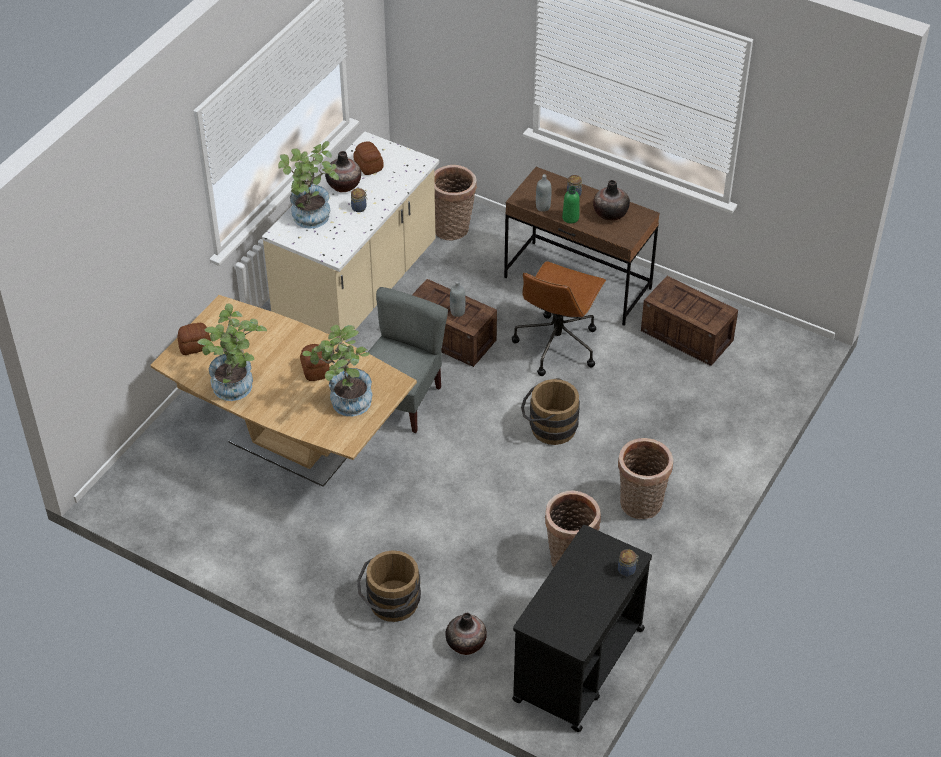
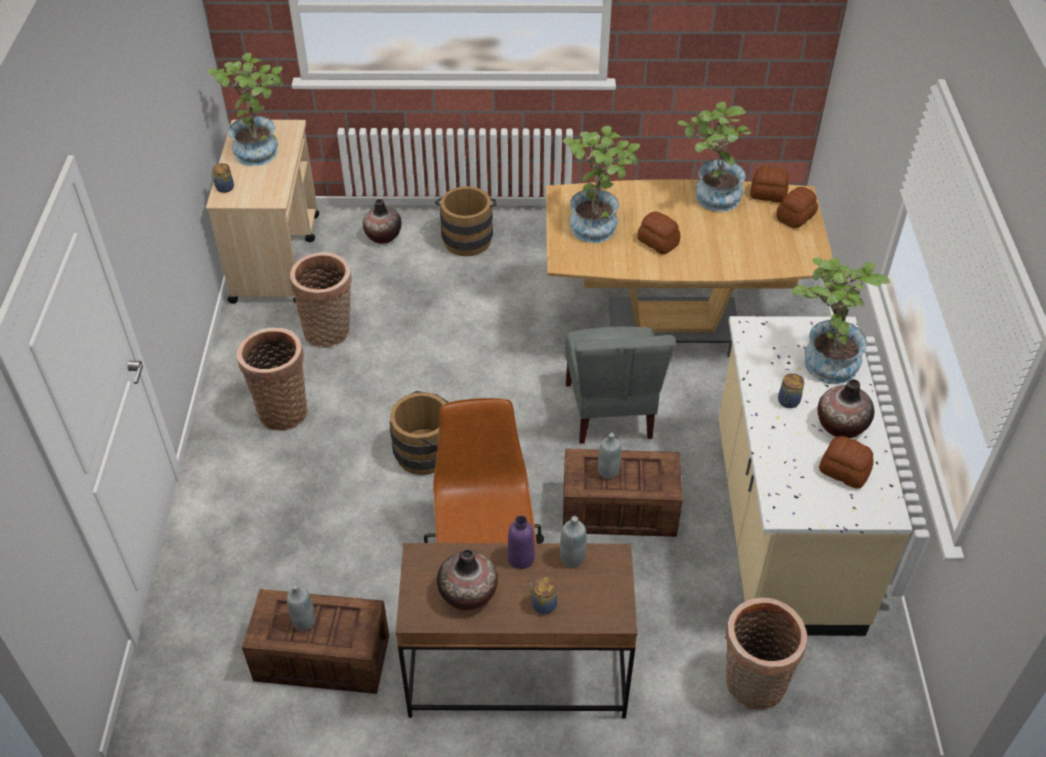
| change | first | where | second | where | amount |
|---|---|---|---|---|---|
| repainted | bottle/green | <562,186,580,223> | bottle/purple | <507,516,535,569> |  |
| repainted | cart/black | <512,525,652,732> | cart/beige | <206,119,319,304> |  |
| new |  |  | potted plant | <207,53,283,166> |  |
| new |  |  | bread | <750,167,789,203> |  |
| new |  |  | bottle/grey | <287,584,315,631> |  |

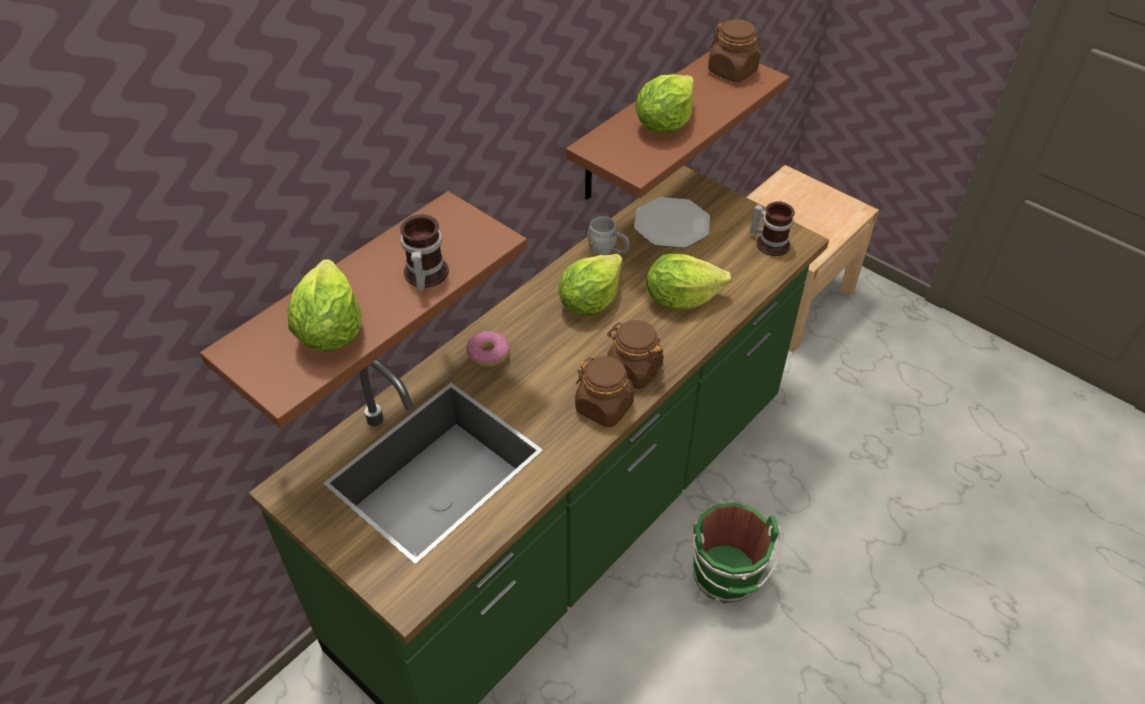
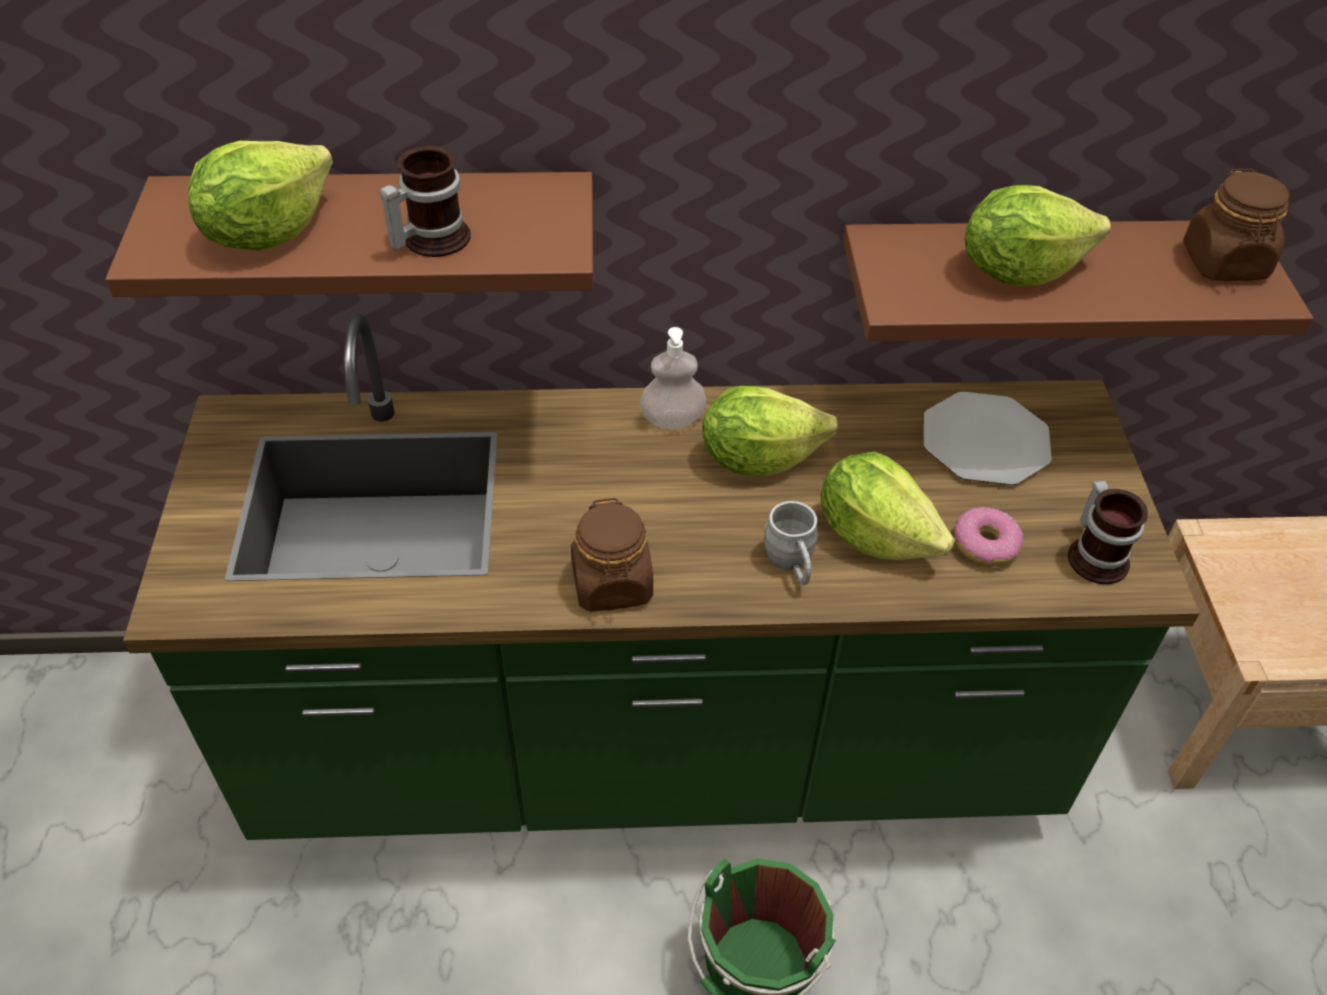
| change | first | where | second | where | amount |
|---|---|---|---|---|---|
| shifted | mug/grey | <588,216,629,255> |  | <764,501,818,585> |  |
| gone | jar/brown | <607,320,664,389> |  |  |  |
| shifted | donut | <466,331,510,367> |  | <954,507,1024,567> |  |
| new |  |  | soap dispenser | <640,327,706,429> |  |

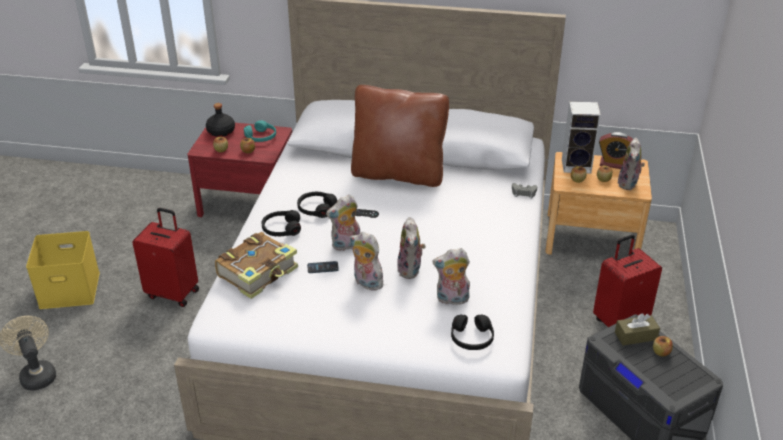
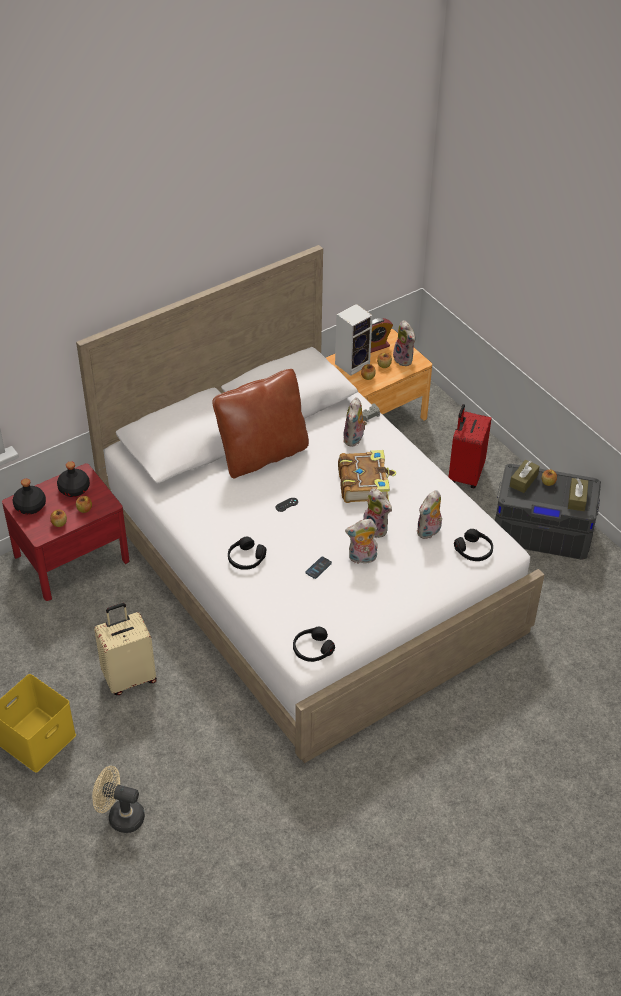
| change | first | where | second | where | amount |
|---|---|---|---|---|---|
| swapped | headphones/turquoise | <244,121,276,142> | bottle/black | <57,461,90,497> |  |
| shifted | headphones/black | <297,192,337,218> |  | <293,627,335,662> |  |
| shifted | plush toy | <326,194,360,251> |  | <343,398,367,447> |  |
| repainted | suitcase/red | <132,208,199,307> | suitcase/beige | <94,603,157,695> |  |
| shifted | book | <215,232,298,299> |  | <338,450,397,503> |  |
| new |  |  | tissue box/brown | <568,478,588,511> |  |

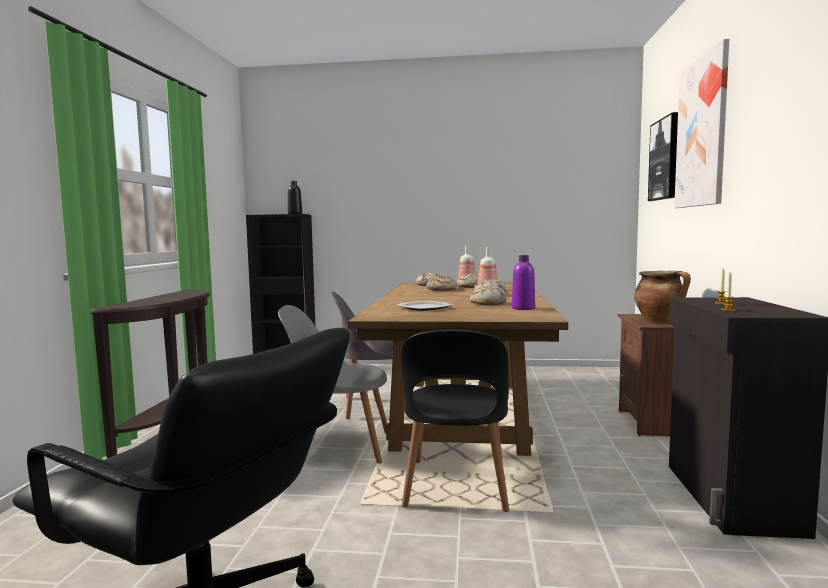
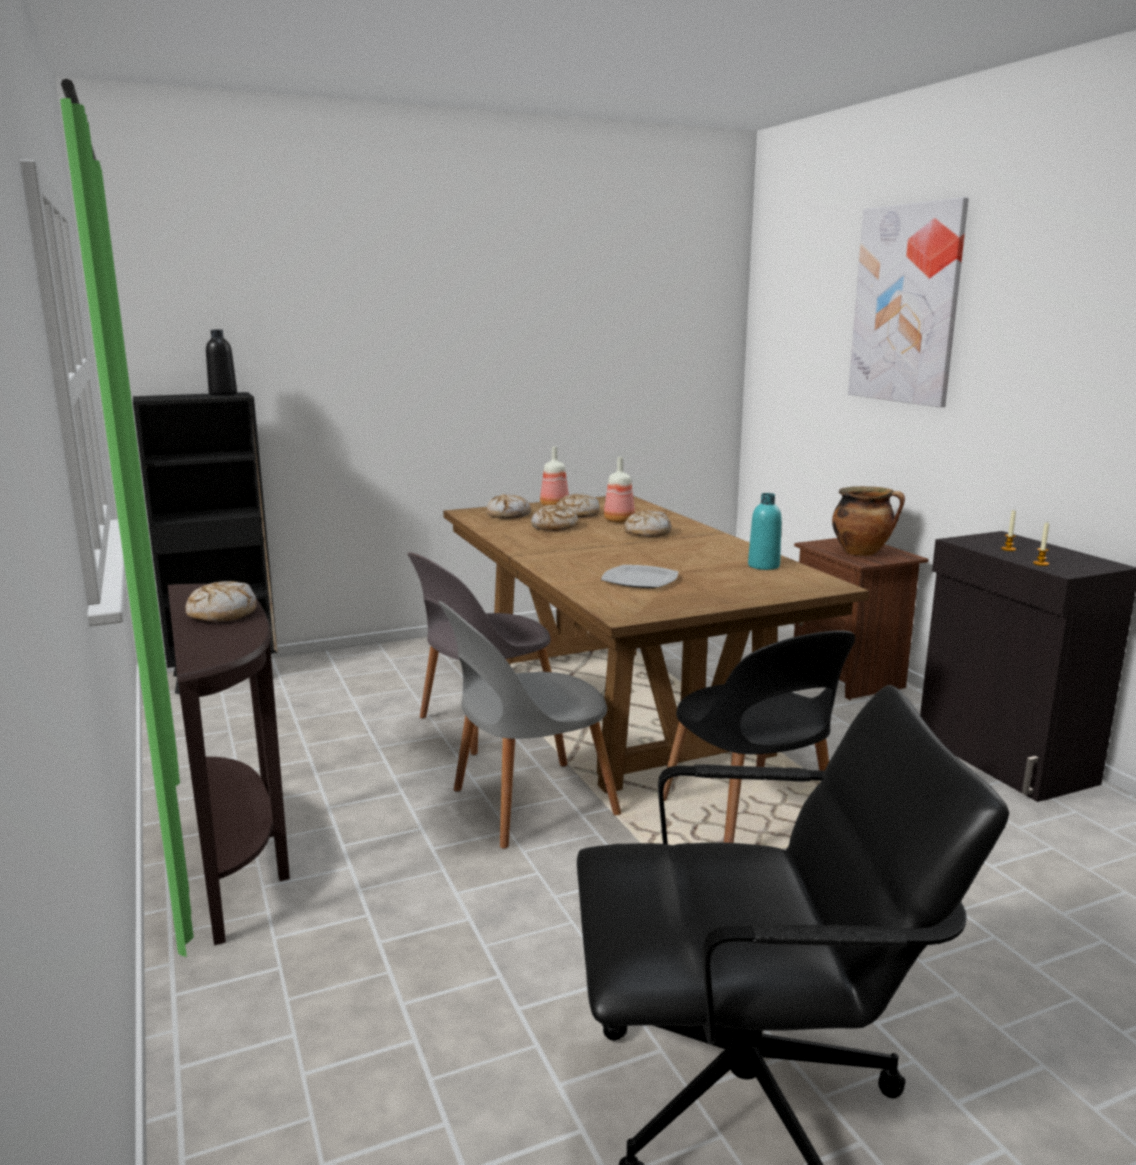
| change | first | where | second | where | amount |
|---|---|---|---|---|---|
| gone | picture | <648,112,678,201> |  |  |  |
| repainted | bottle/purple | <512,255,535,310> | bottle/turquoise | <748,493,782,570> |  |
| shifted | bread | <470,286,507,305> |  | <185,581,257,622> |  |

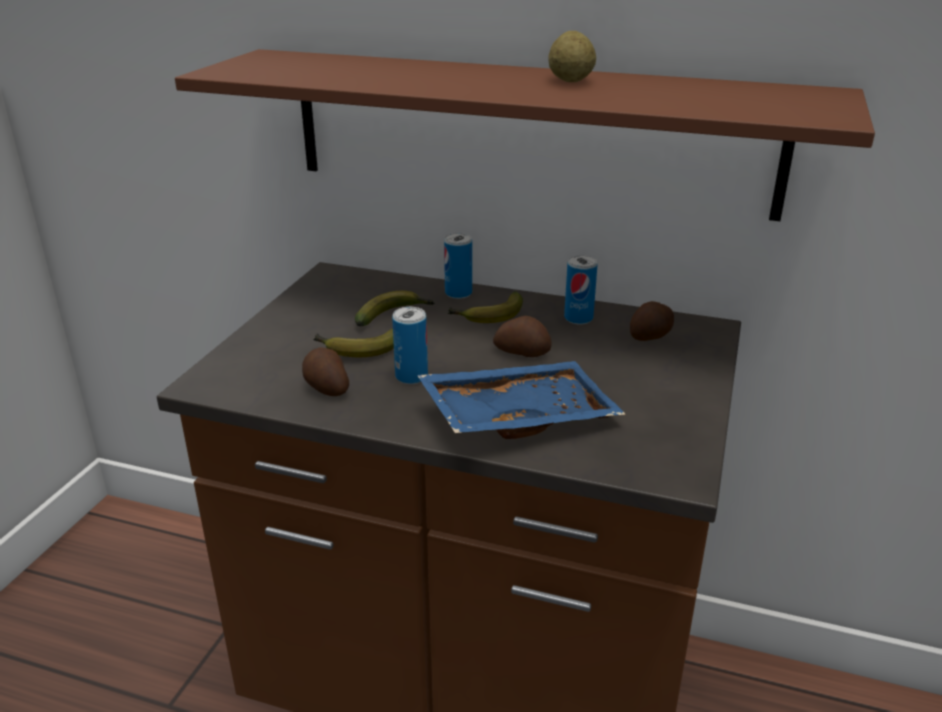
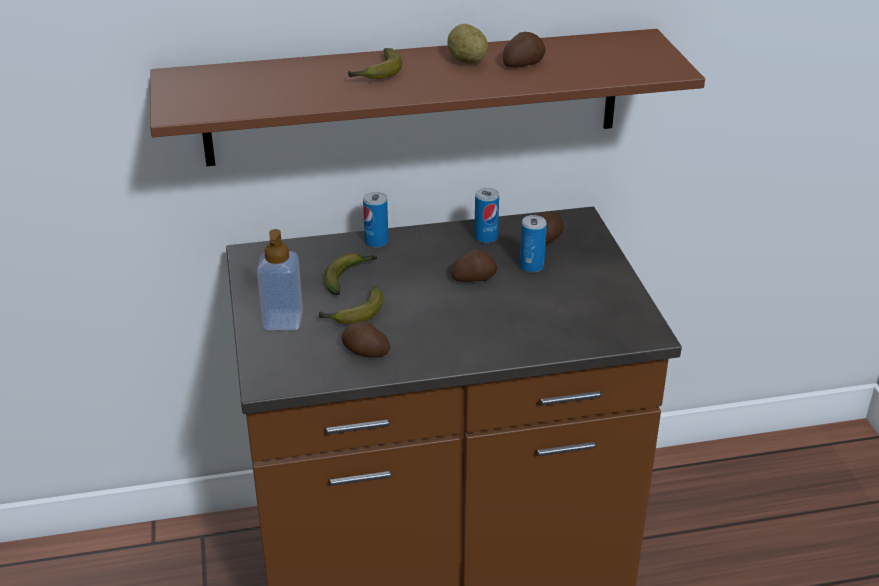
| change | first | where | second | where | amount |
|---|---|---|---|---|---|
| shifted | banana | <448,291,523,323> |  | <348,48,402,79> |  |
| shifted | can | <392,307,428,384> |  | <520,215,547,273> |  |
| gone | tray/blue | <417,361,625,439> |  |  |  |
| new |  |  | potato | <503,32,546,68> |  |
| new |  |  | soap dispenser | <257,229,303,330> |  |

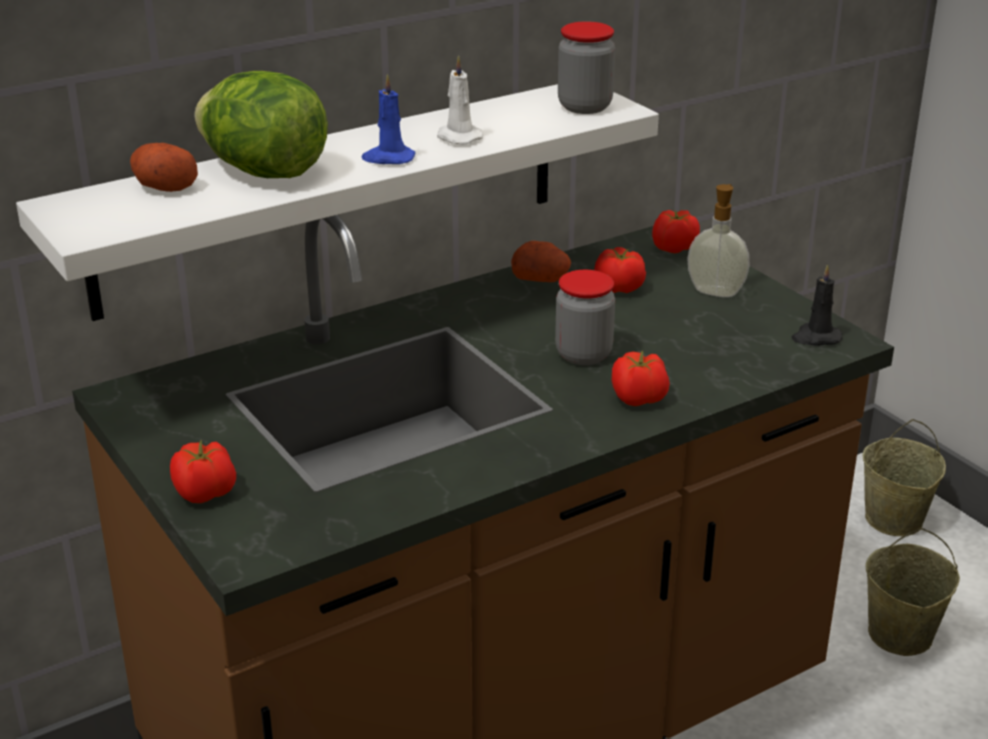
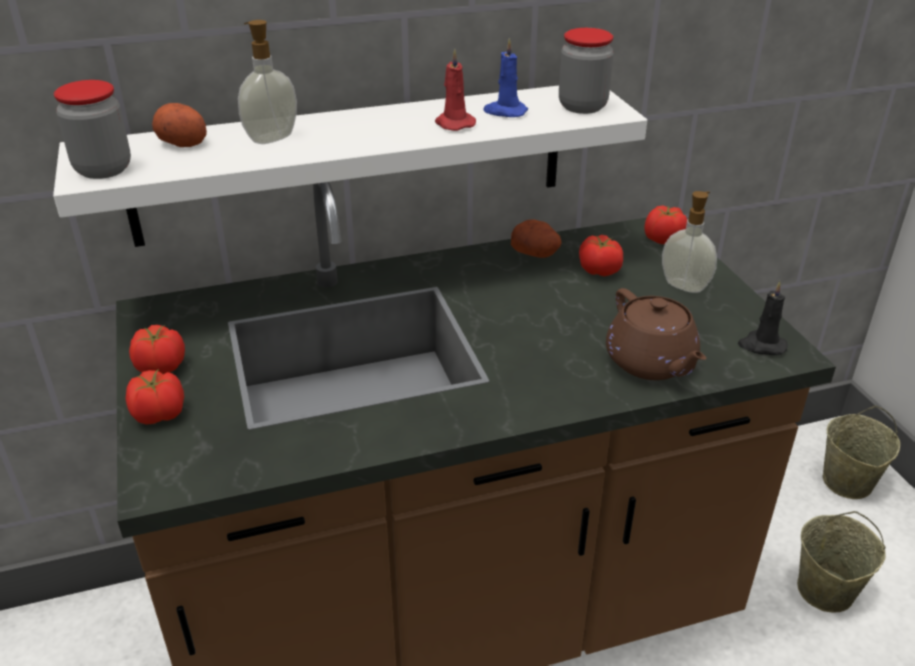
| change | first | where | second | where | amount |
|---|---|---|---|---|---|
| repainted | candle/white | <437,55,484,145> | candle/red | <435,49,476,131> |  |
| swapped | lettuce | <195,71,328,178> | soap dispenser | <238,20,297,144> |  |
| shifted | candle/blue | <362,74,415,164> |  | <484,38,528,117> |  |
| shifted | jar | <555,270,615,365> |  | <54,80,131,179> |  |
| shifted | tomato | <612,350,670,406> |  | <129,325,185,374> |  |
| new |  |  | teapot/brown | <606,288,706,380> |  |

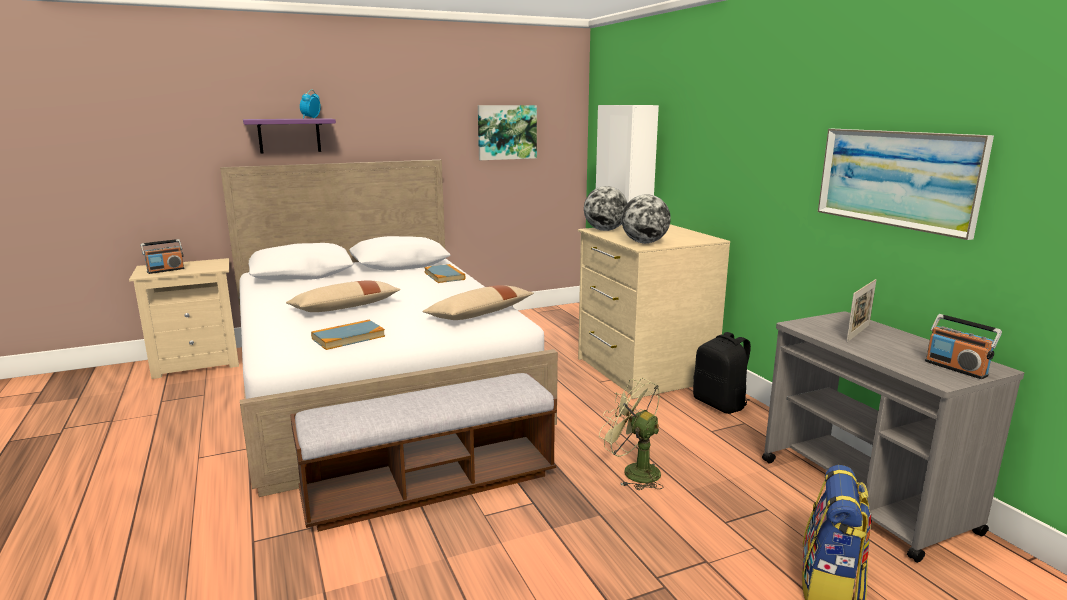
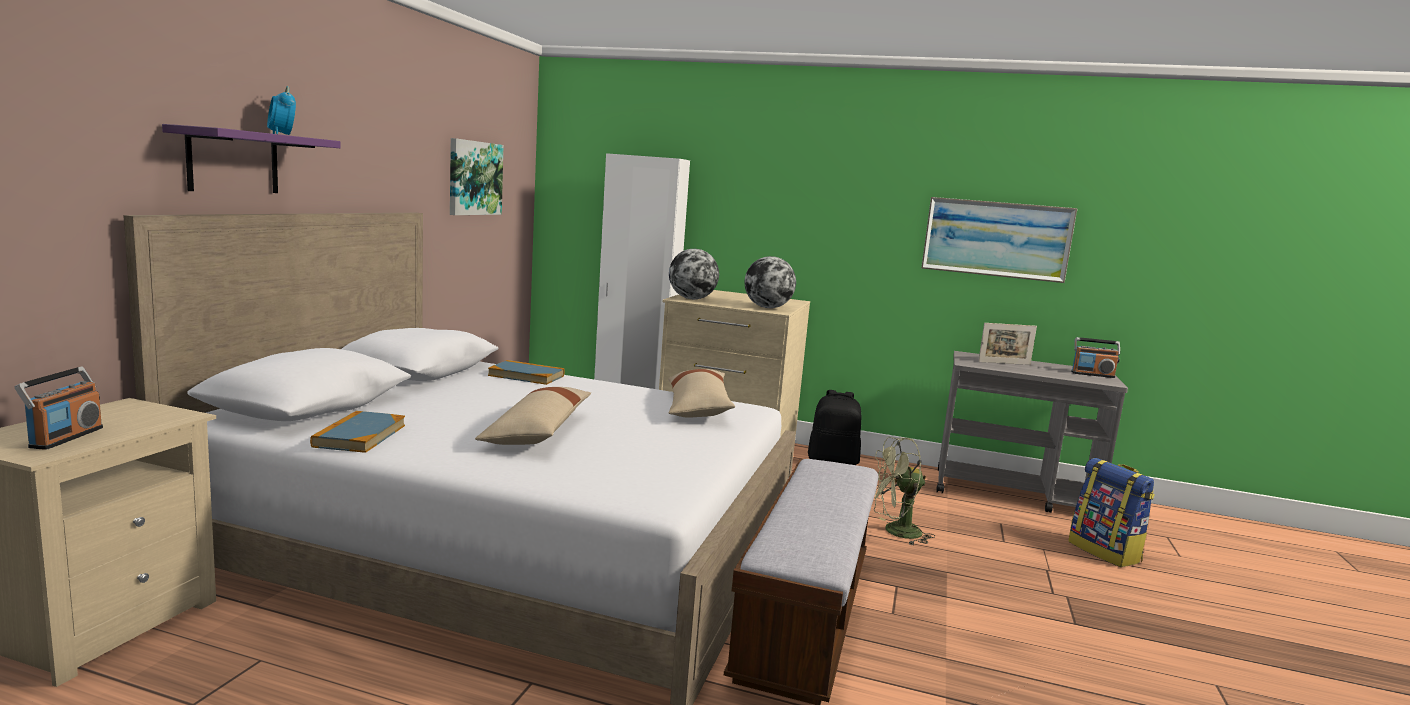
| change | first | where | second | where | amount |
|---|---|---|---|---|---|
| rotated | picture frame | <846,279,876,342> |  | <978,323,1037,365> | 90 degrees clockwise |
| shifted | book | <311,320,385,350> |  | <310,411,405,453> |  |

